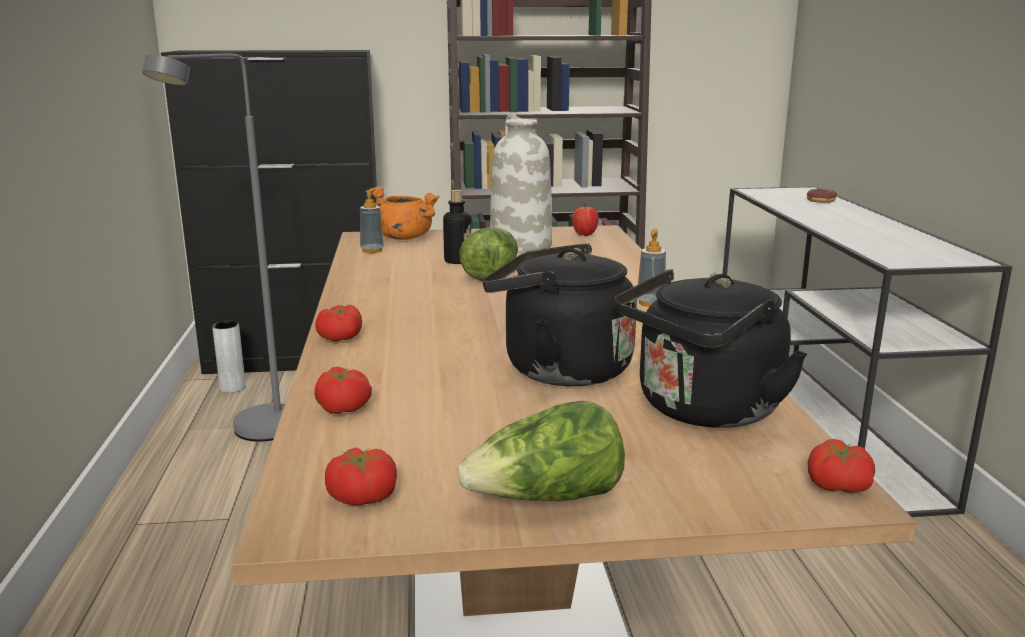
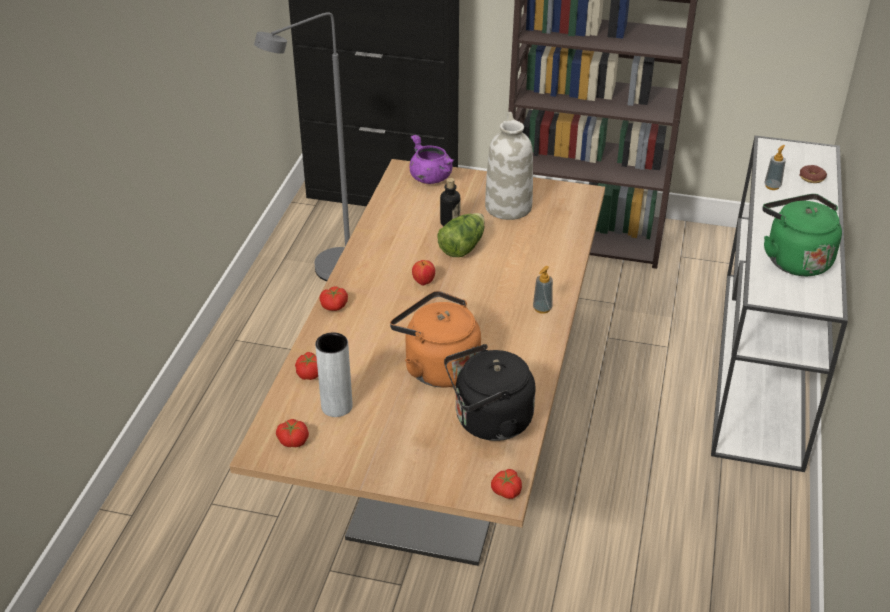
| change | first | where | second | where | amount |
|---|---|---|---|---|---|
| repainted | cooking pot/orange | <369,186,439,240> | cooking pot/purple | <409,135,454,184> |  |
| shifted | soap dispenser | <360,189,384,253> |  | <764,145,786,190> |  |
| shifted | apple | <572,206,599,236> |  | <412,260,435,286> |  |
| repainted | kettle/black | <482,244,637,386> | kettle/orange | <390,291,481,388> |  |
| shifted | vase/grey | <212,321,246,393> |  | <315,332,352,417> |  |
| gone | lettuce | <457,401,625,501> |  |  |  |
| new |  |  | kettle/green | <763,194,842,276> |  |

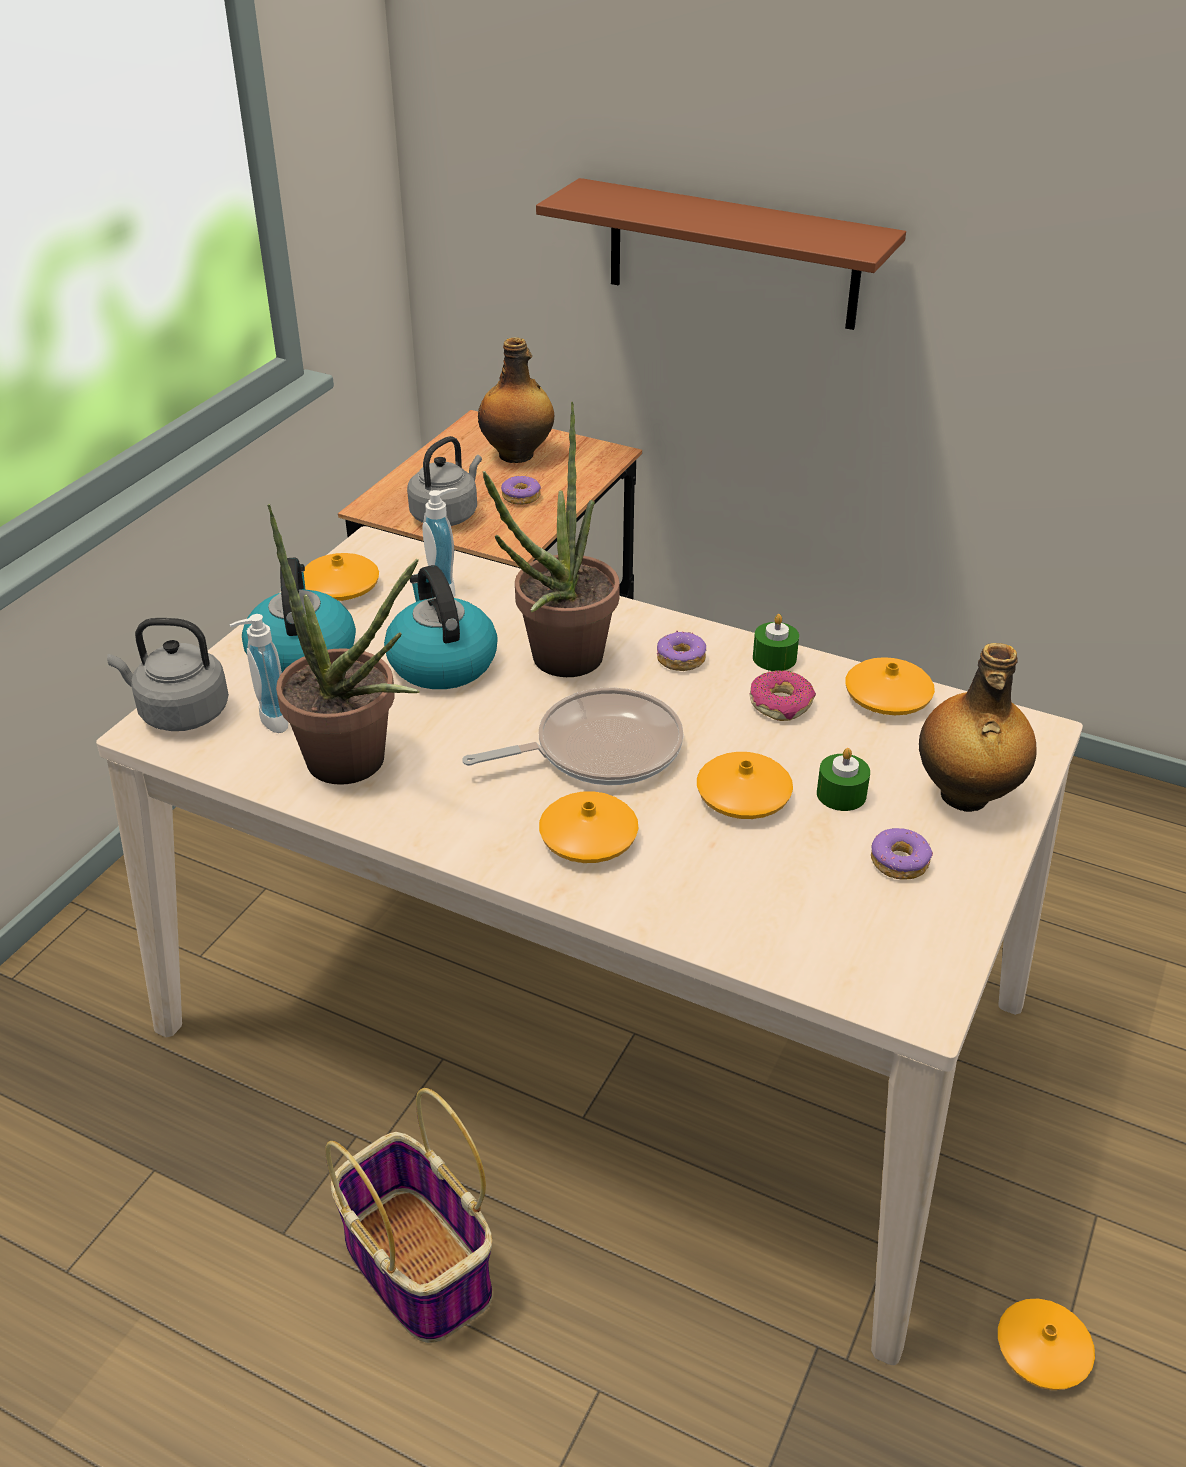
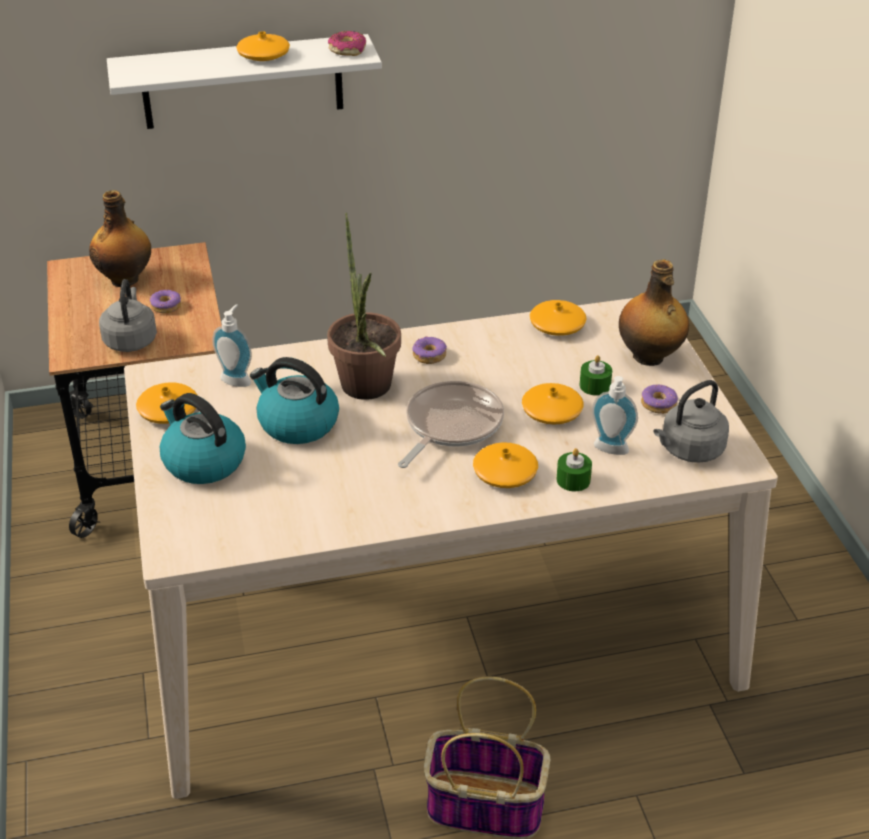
| change | first | where | second | where | amount |
|---|---|---|---|---|---|
| repainted | shelf/brown | <536,178,906,330> | shelf/white | <107,34,382,129> |  |
| gone | potted plant | <267,503,420,785> |  |  |  |
| shifted | soap dispenser | <229,614,288,733> |  | <592,376,638,455> |  |
| shifted | candle/green | <753,614,799,671> |  | <557,448,592,491> |  |
| shifted | kettle/grey | <107,618,229,731> |  | <653,380,729,463> |  |
| shifted | donut | <749,670,816,721> |  | <328,31,366,56> |  |
| shifted | vase/orange | <998,1299,1095,1390> |  | <236,31,290,61> |  |

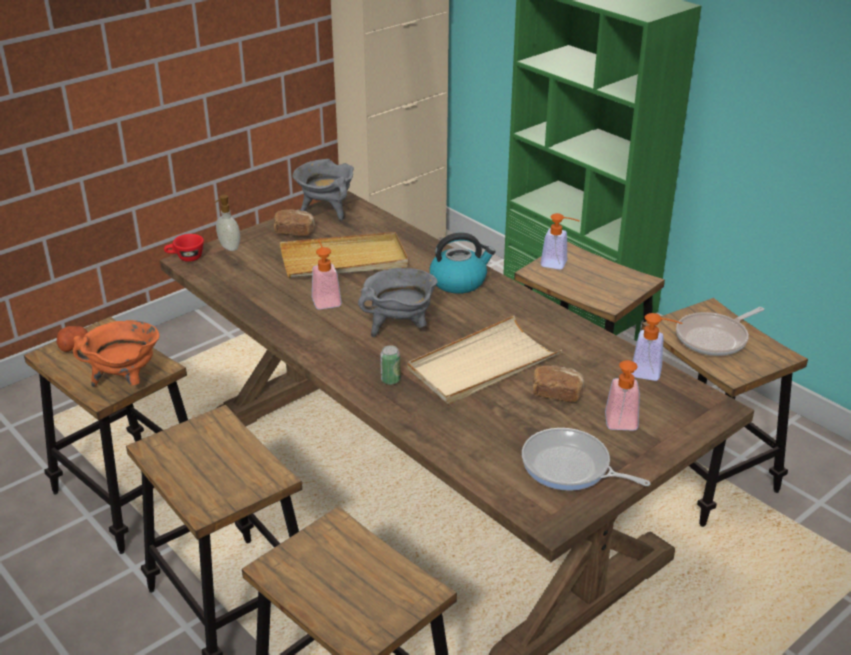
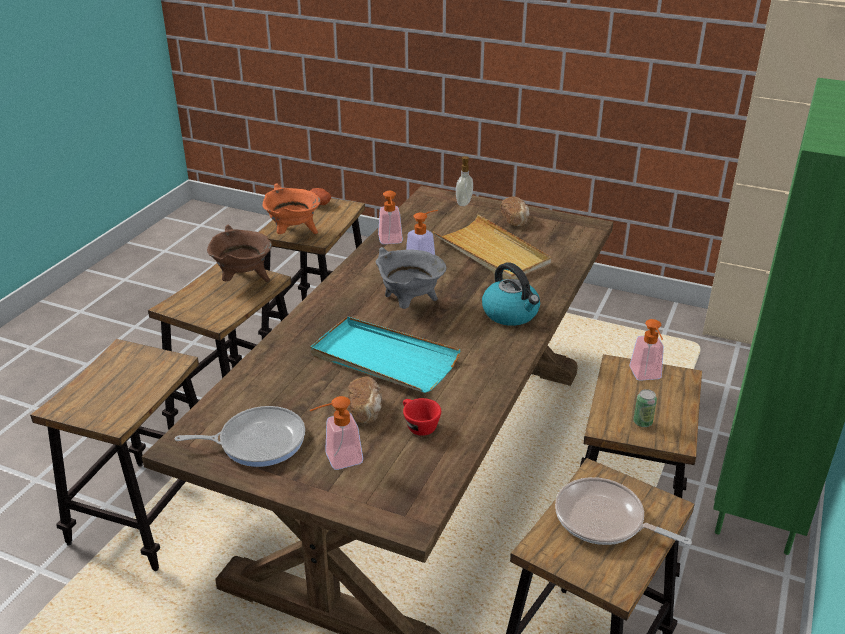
| change | first | where | second | where | amount |
|---|---|---|---|---|---|
| gone | cooking pot/grey | <293,159,354,221> |  |  |  |
| shifted | cup/red | <164,234,204,262> |  | <403,398,441,436> |  |
| shifted | soap dispenser | <631,313,682,381> |  | <378,191,403,244> |  |
| repainted | tray/beige | <407,316,562,404> | tray/turquoise | <310,316,461,393> |  |
| shifted | can | <380,345,401,385> |  | <633,389,657,427> |  |
| rotated | frying pan | <522,428,651,491> |  | <174,406,305,467> | 75 degrees clockwise |
| new |  |  | cooking pot/brown | <207,225,272,282> |  |

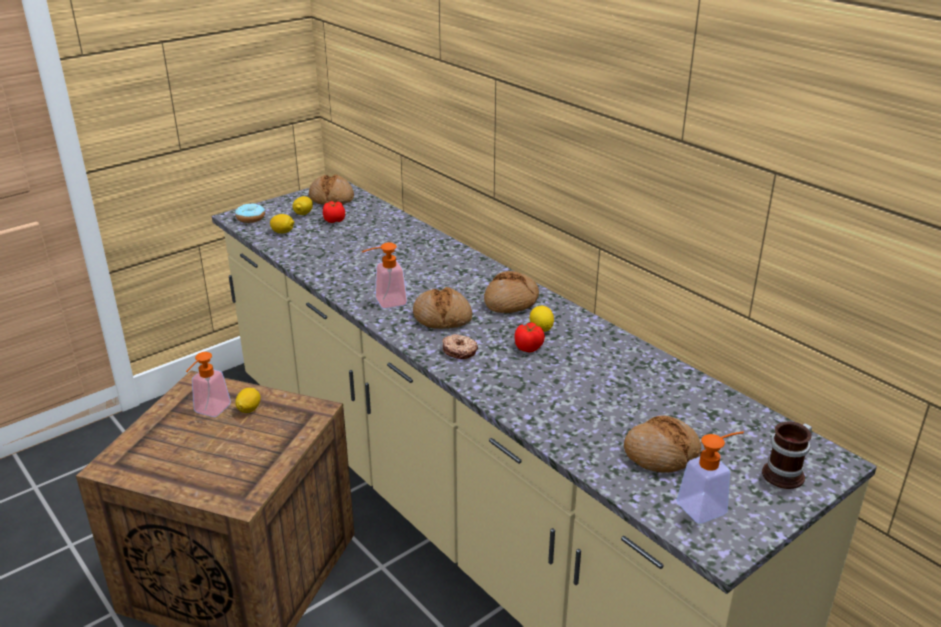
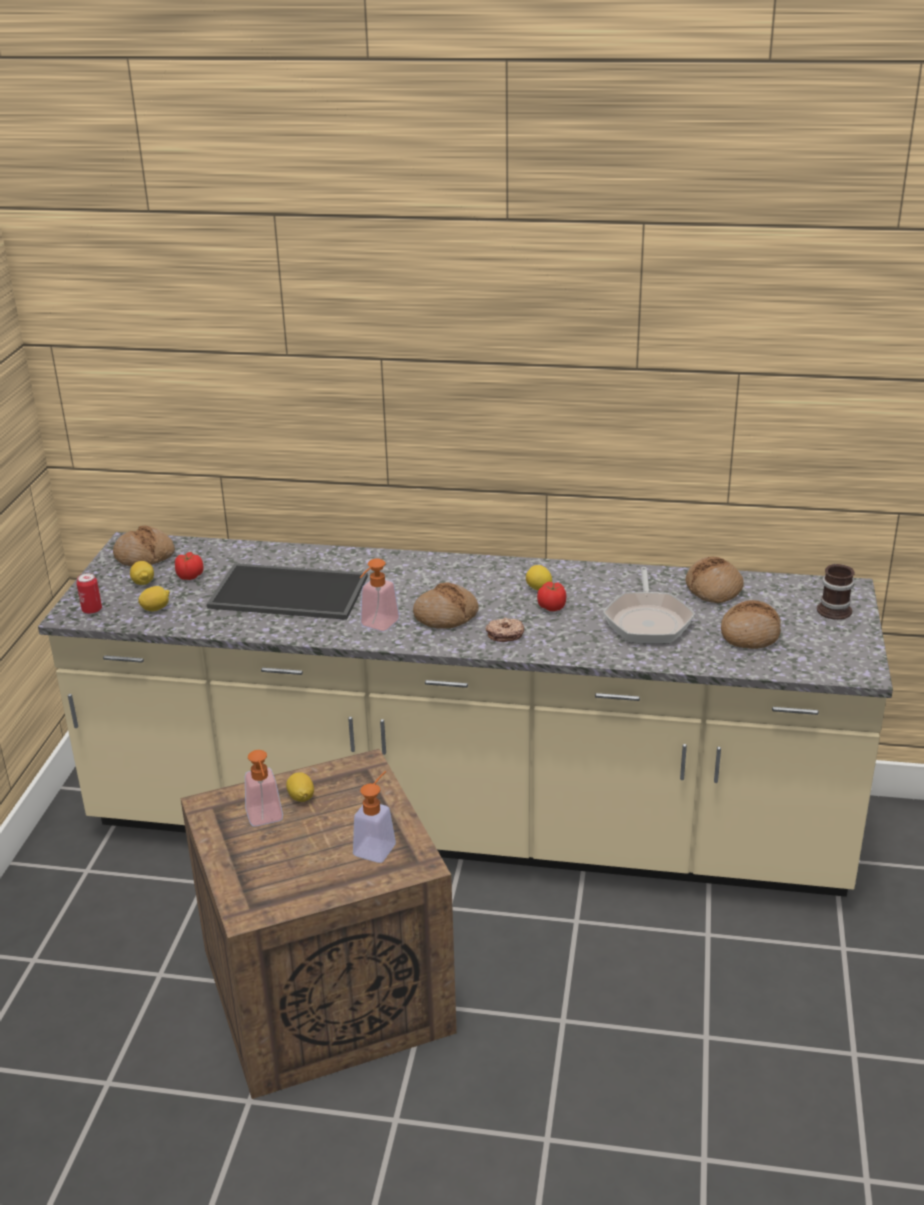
| change | first | where | second | where | amount |
|---|---|---|---|---|---|
| swapped | donut | <235,204,265,223> | can | <76,573,102,614> |  |
| shifted | bread | <484,271,539,313> |  | <685,557,744,603> |  |
| shifted | soap dispenser | <677,431,744,524> |  | <353,771,396,863> |  |
| new |  |  | tray | <207,563,368,620> |  |
| new |  |  | frying pan | <603,567,695,644> |  |

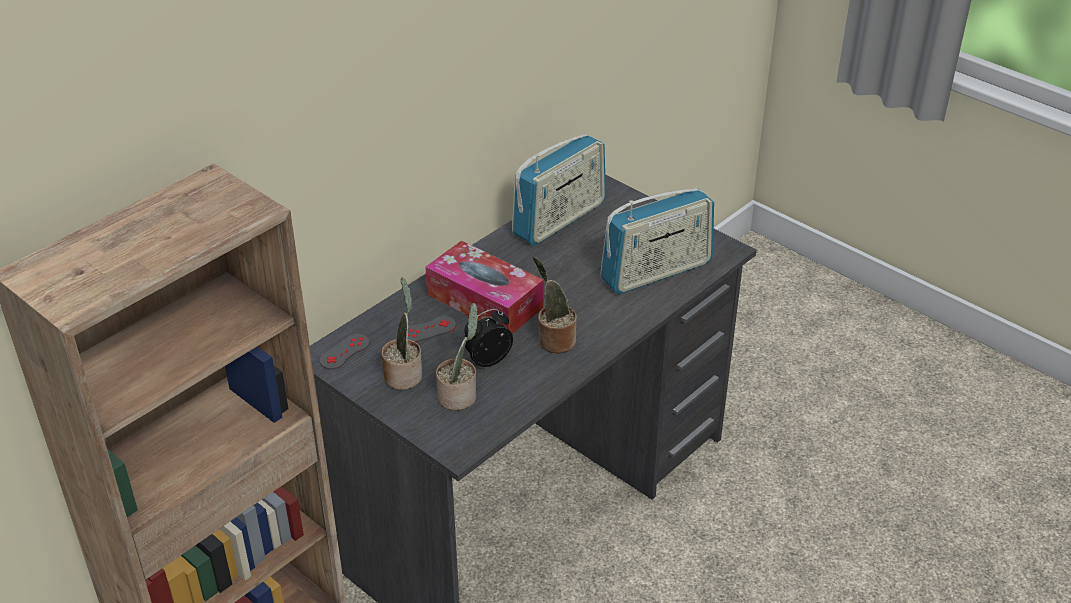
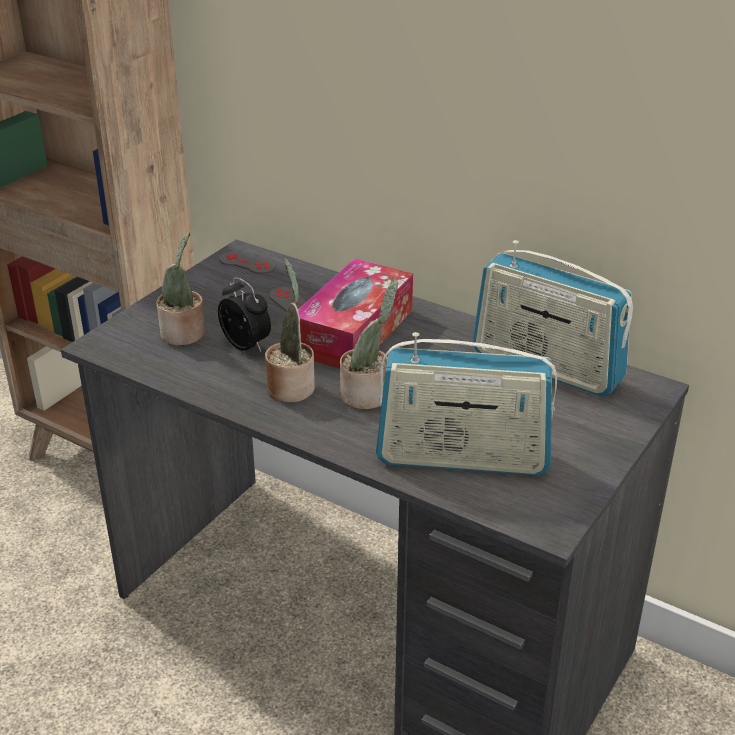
| change | first | where | second | where | amount |
|---|---|---|---|---|---|
| rotated | radio | <600,188,714,294> |  | <376,332,557,475> | 45 degrees counterclockwise |
| shifted | potted plant | <381,277,422,390> |  | <340,279,398,409> |  |

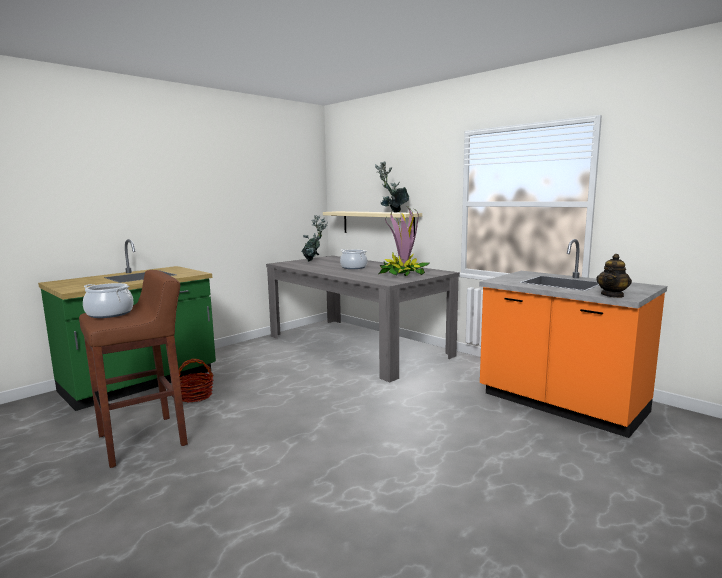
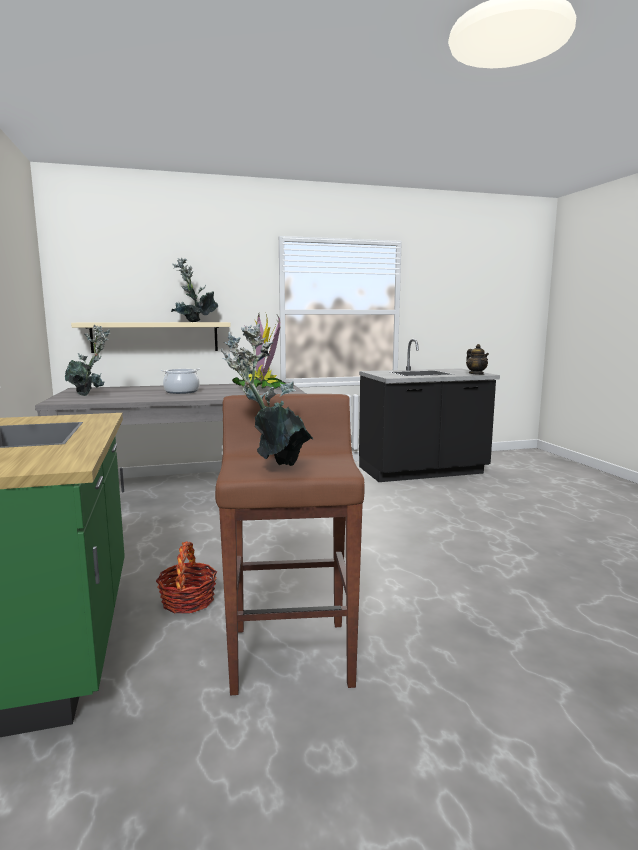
| change | first | where | second | where | amount |
|---|---|---|---|---|---|
| repainted | counter/orange | <479,239,667,438> | counter/black | <359,339,500,482> |  |
| swapped | cooking pot | <83,283,134,318> | potted plant | <221,323,313,466> |  |

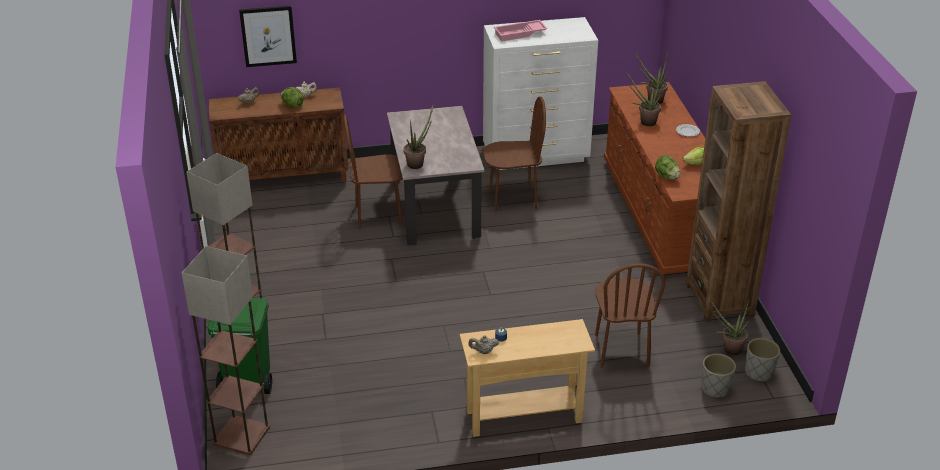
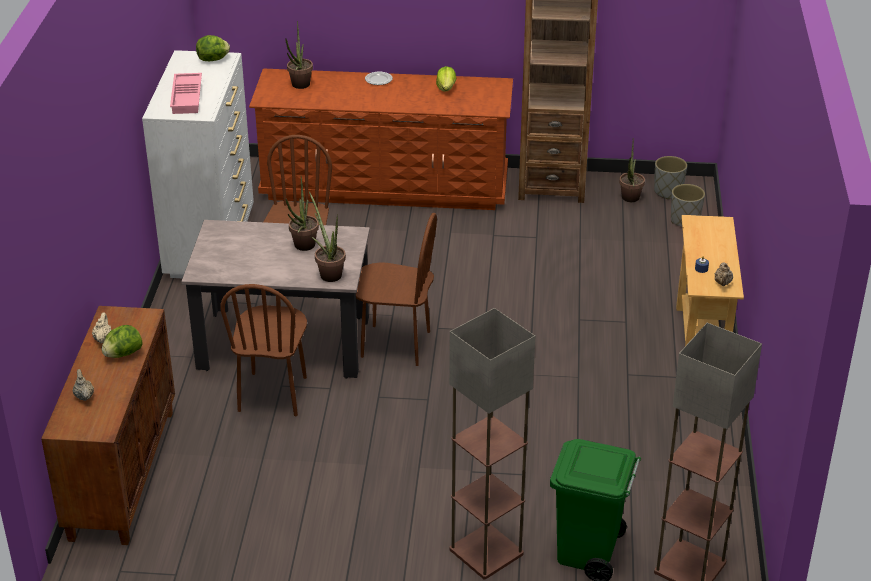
| change | first | where | second | where | amount |
|---|---|---|---|---|---|
| gone | picture | <239,5,297,67> |  |  |  |
| shifted | potted plant | <626,72,662,126> |  | <286,177,319,251> |  |
| shifted | lettuce | <655,155,680,180> |  | <196,35,230,61> |  |
| shifted | chair/brown | <595,263,665,368> |  | <356,213,437,366> |  |

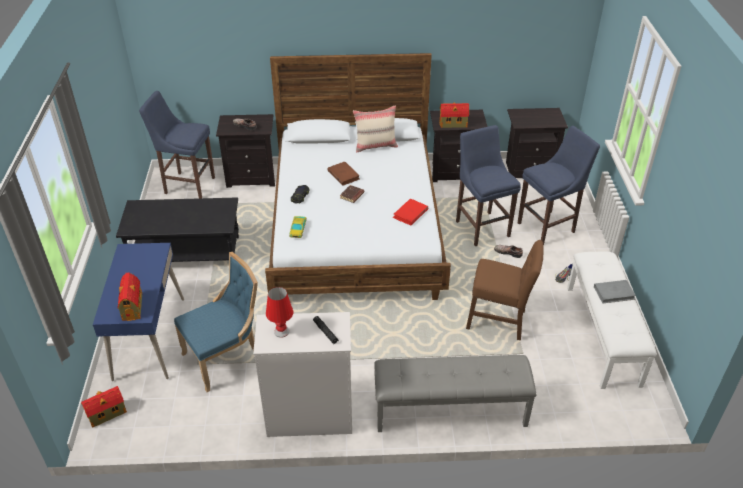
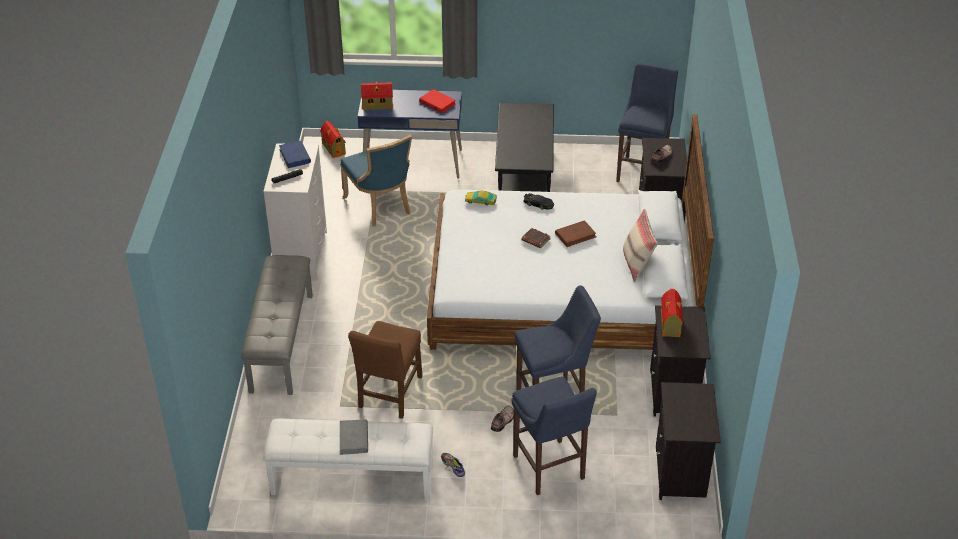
| change | first | where | second | where | amount |
|---|---|---|---|---|---|
| shifted | book/red | <393,199,428,225> |  | <419,89,456,113> |  |
| swapped | table lamp/red | <266,287,293,338> | book/blue | <279,141,311,168> |  |

